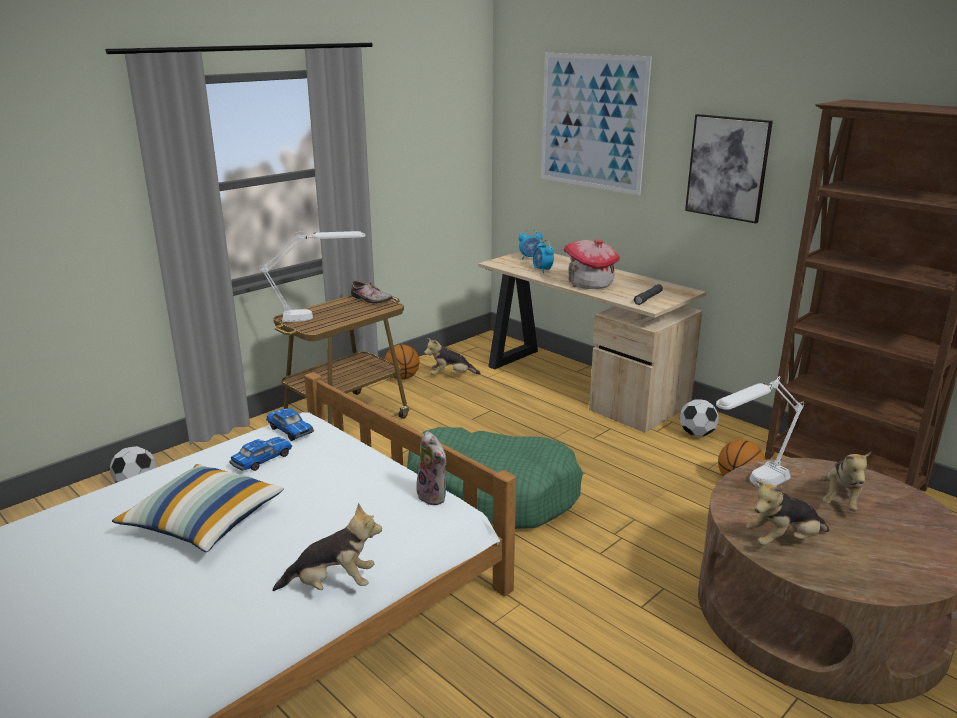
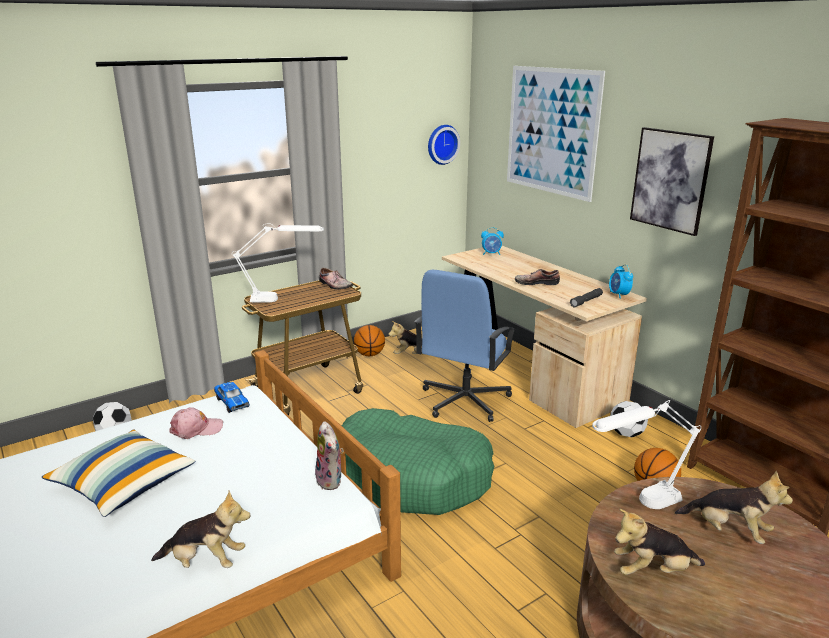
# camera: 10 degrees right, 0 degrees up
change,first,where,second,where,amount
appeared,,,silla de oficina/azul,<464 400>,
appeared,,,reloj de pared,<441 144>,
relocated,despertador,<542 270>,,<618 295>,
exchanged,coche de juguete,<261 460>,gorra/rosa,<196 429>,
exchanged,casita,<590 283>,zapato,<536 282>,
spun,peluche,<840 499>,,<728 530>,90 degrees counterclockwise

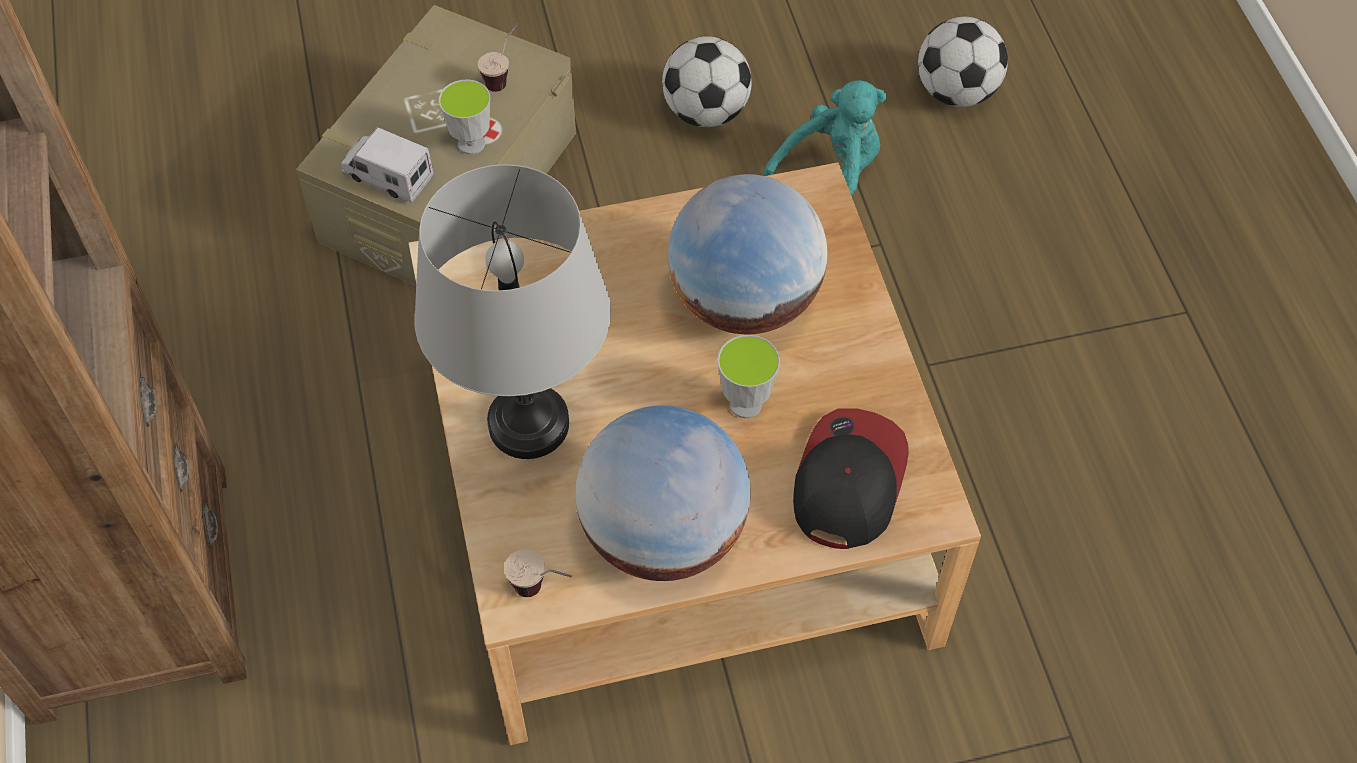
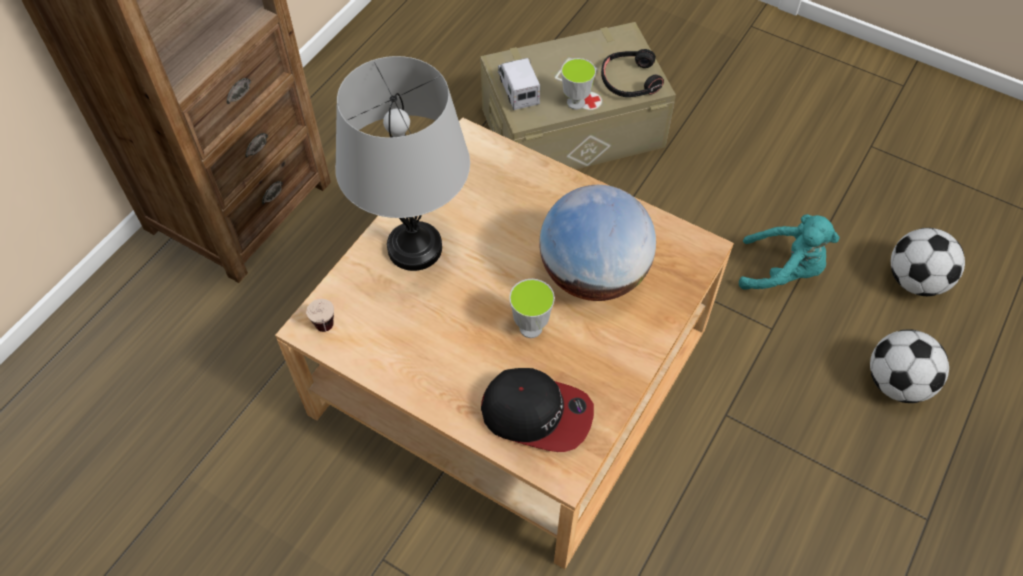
# camera: 45 degrees right, 0 degrees up
change,first,where,second,where,amount
missing,globo terráqueo,<663 534>,,,
relocated,balón de fútbol,<706 112>,,<897 383>,
exchanged,taza,<504 77>,auriculares/negro,<630 81>,
spun,gorra,<848 481>,,<537 413>,45 degrees clockwise

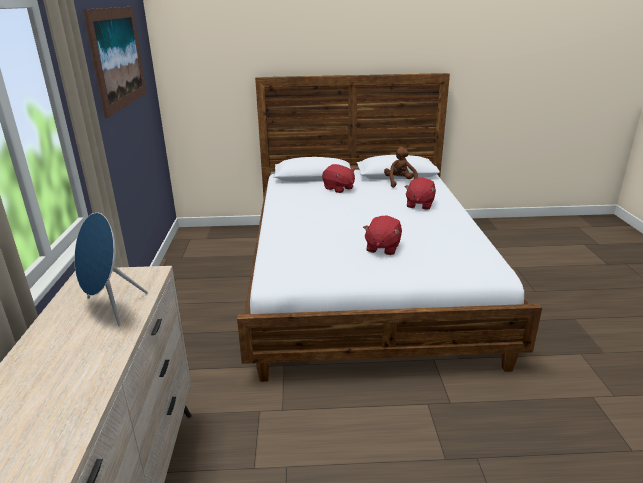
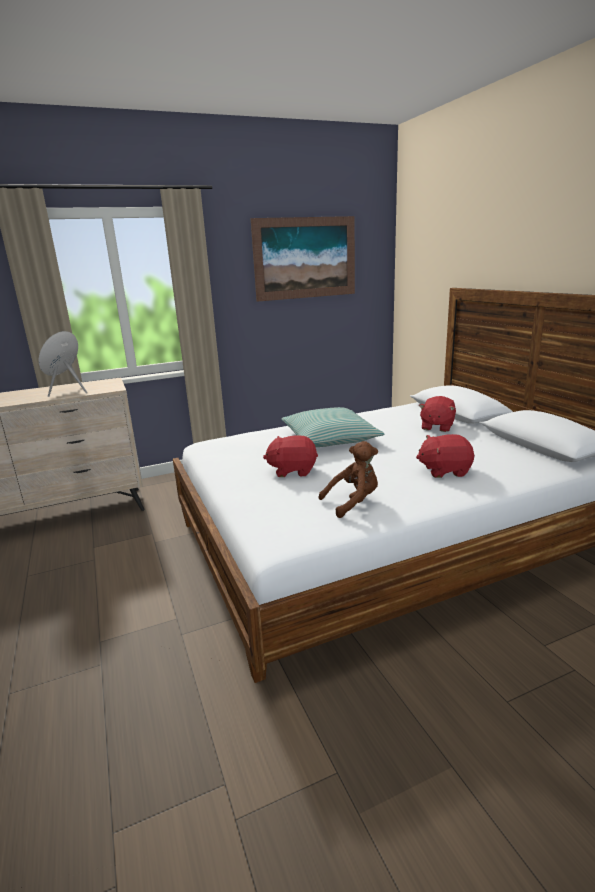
# camera: 70 degrees right, 5 degrees down
change,first,where,second,where,amount
appeared,,,cojín,<330 438>,
relocated,peluche/marrón,<400 183>,,<353 502>,

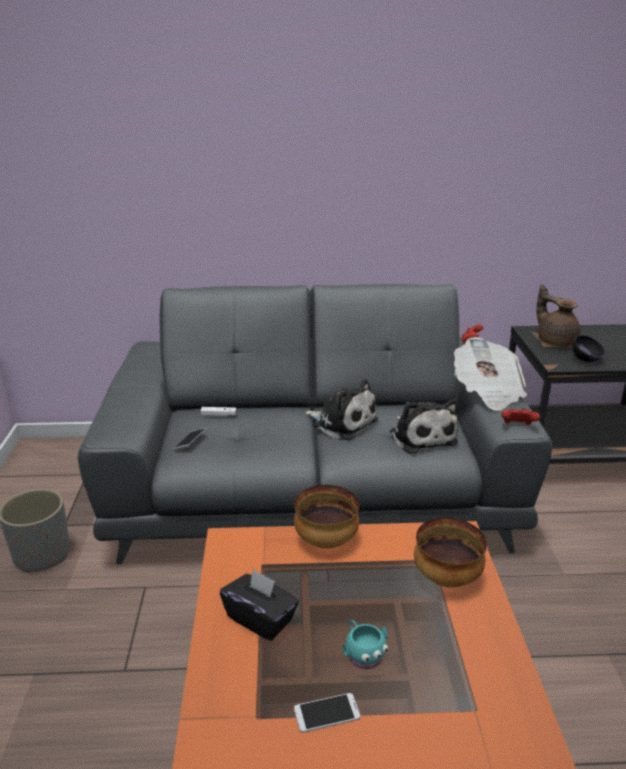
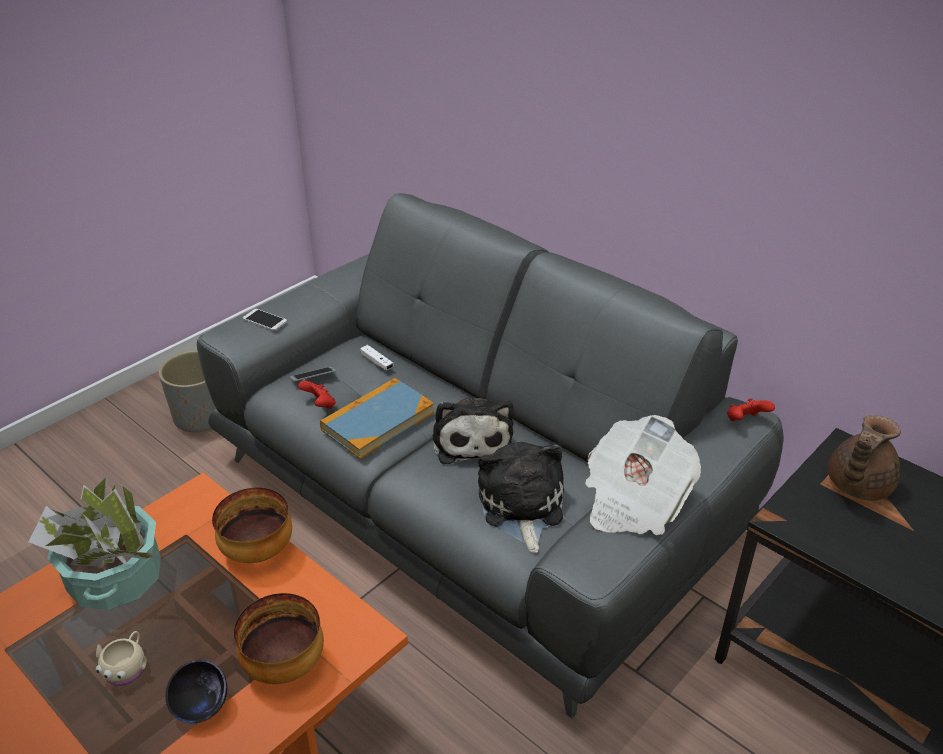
# camera: 45 degrees right, 10 degrees up
change,first,where,second,where,amount
appeared,,,libro,<378 421>,
relocated,móvil,<326 713>,,<265 320>,
relocated,mando de consola/rojo,<517 426>,,<319 405>,
relocated,cuenco/negro,<586 360>,,<201 707>,
exchanged,caja de pañuelos/negro,<260 619>,planta en maceta,<116 579>,
colour,taza grande/turquesa,<363 653>,taza grande/beis,<127 667>,
spun,peluche,<421 436>,,<521 507>,150 degrees clockwise
spun,tetera/marrón,<555 341>,,<856 485>,150 degrees counterclockwise

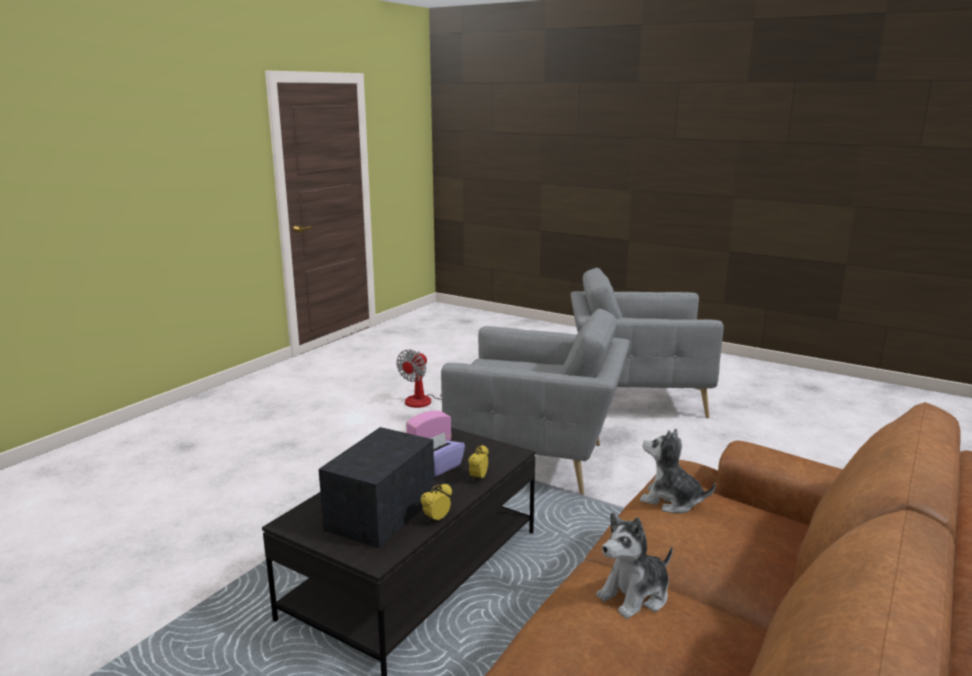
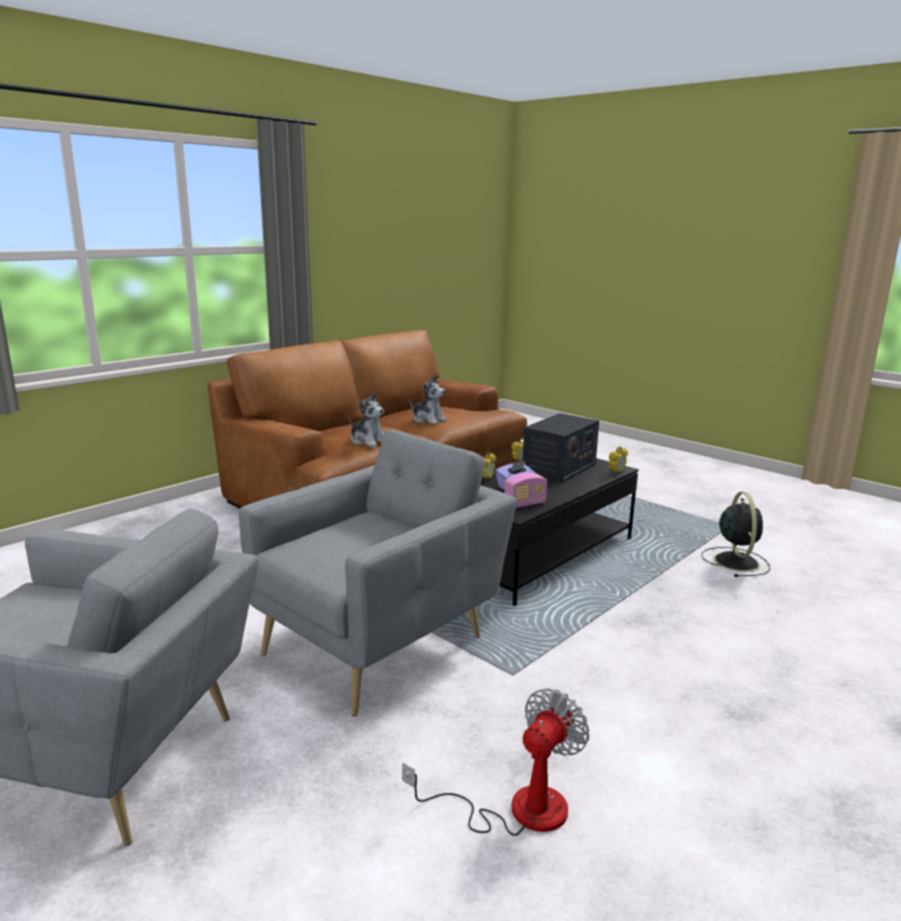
# camera: 170 degrees left, 0 degrees up
change,first,where,second,where,amount
appeared,,,despertador,<616 472>,
appeared,,,ventilador/negro,<735 561>,
spun,sillón/gris,<535 460>,,<382 642>,105 degrees clockwise
spun,peluche,<635 595>,,<428 420>,60 degrees clockwise

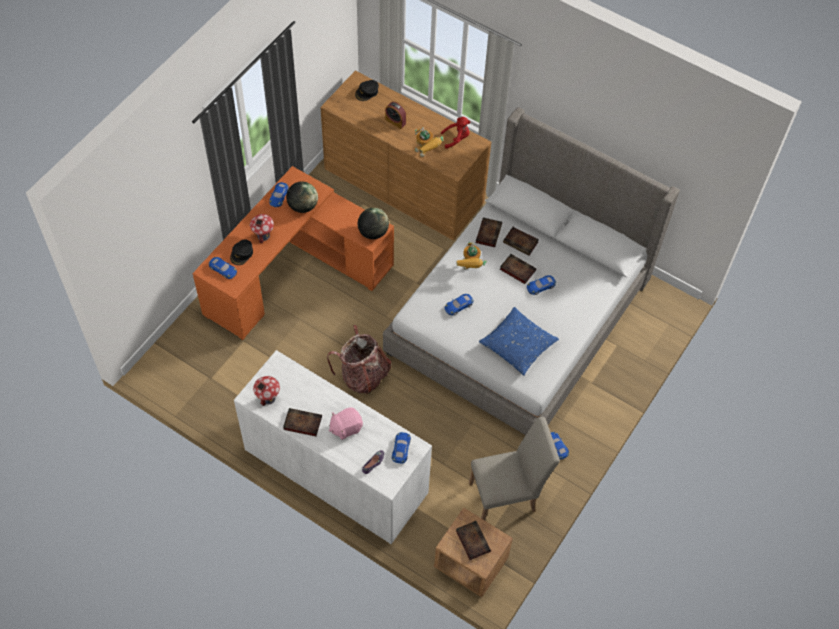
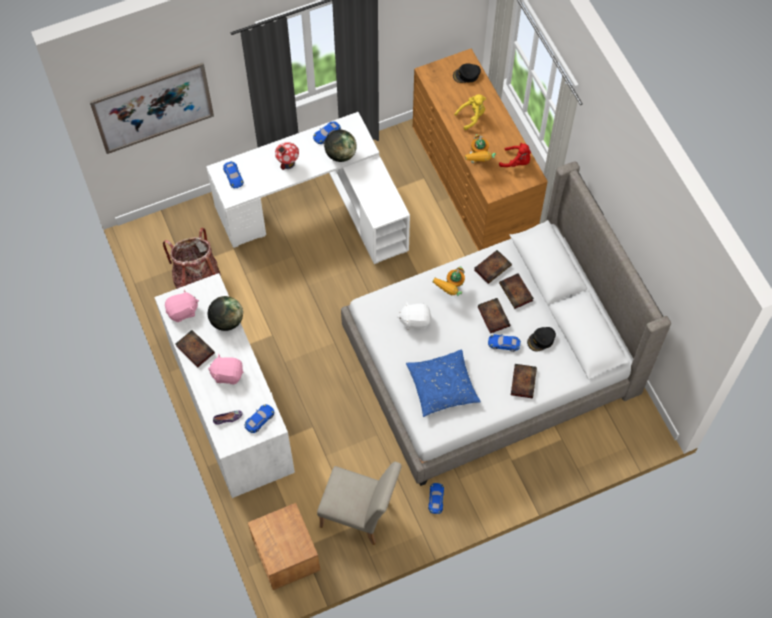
# camera: 35 degrees right, 5 degrees up
change,first,where,second,where,amount
appeared,,,cuadro,<153 108>,
relocated,gorra/negro,<242 254>,,<541 340>,
relocated,mochila,<363 375>,,<197 277>,
relocated,globo terráqueo,<373 232>,,<227 321>,
relocated,libro,<472 540>,,<523 381>,
exchanged,casita,<268 398>,peluche/rosa,<182 311>,
exchanged,despertador,<395 121>,peluche/amarillo,<472 116>,
exchanged,coche de juguete/azul,<458 306>,peluche/blanco,<415 320>,
colour,escritorio/naranja,<293 271>,escritorio/blanco,<318 209>,

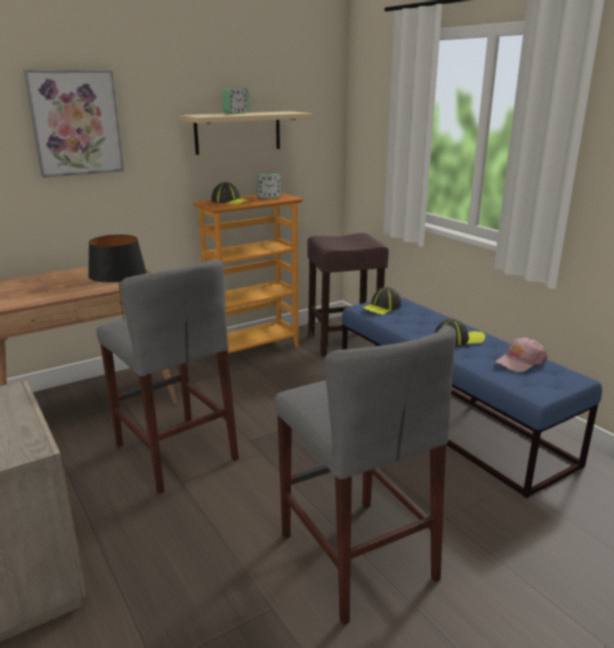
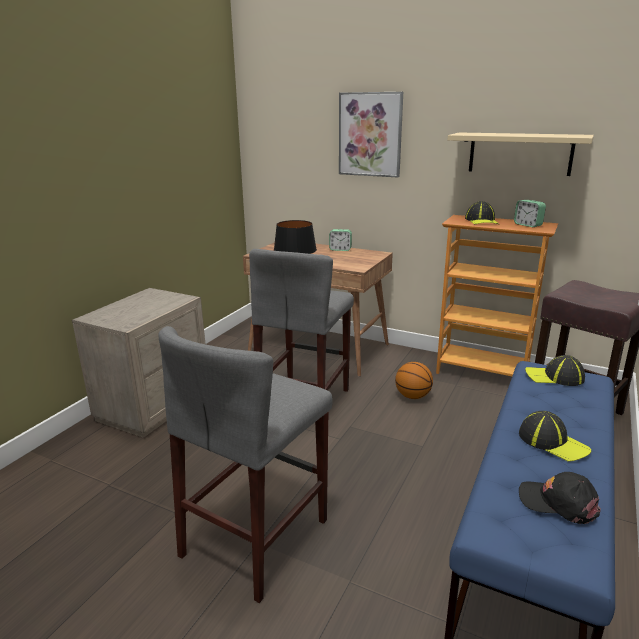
# camera: 60 degrees right, 0 degrees up
change,first,where,second,where,amount
appeared,,,balón de baloncesto,<412 396>,
relocated,despertador,<236 113>,,<340 249>,
colour,gorra/rosa,<520 362>,gorra/negro,<558 503>,

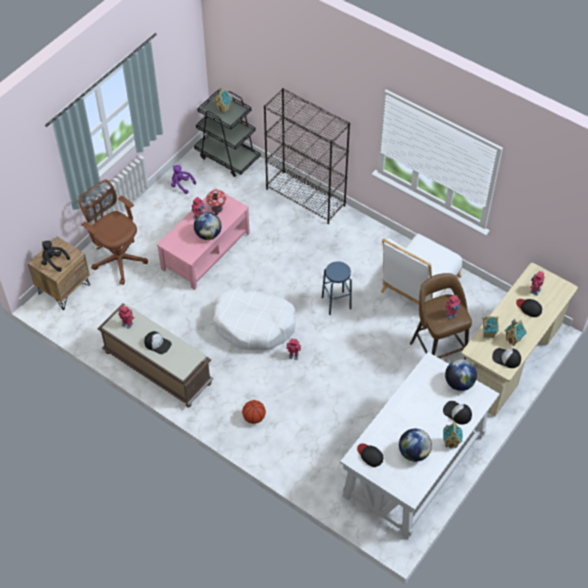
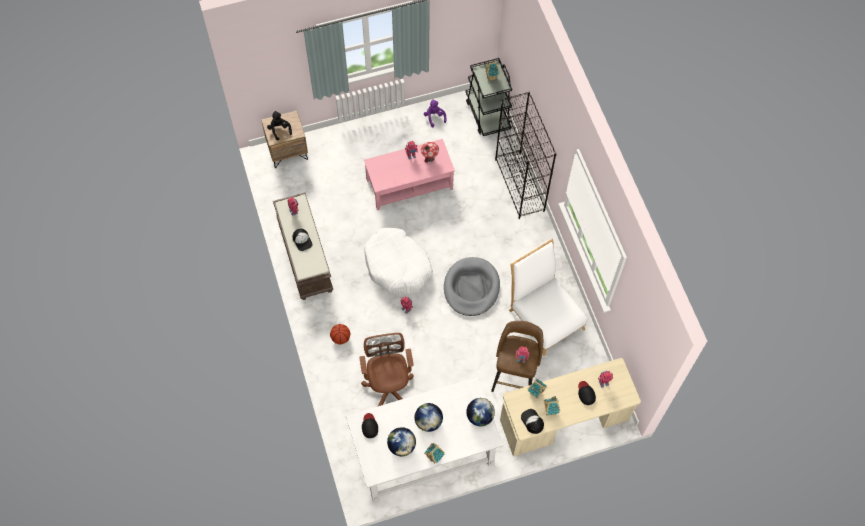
# camera: 35 degrees right, 10 degrees up
change,first,where,second,where,amount
missing,gorra,<457 413>,,,
relocated,silla de oficina/marrón,<118 258>,,<388 387>,
relocated,globo terráqueo,<208 234>,,<428 421>,
exchanged,taburete/azul,<336 303>,cama para perro/gris,<471 288>,
spun,silla/blanco,<418 287>,,<543 315>,75 degrees clockwise

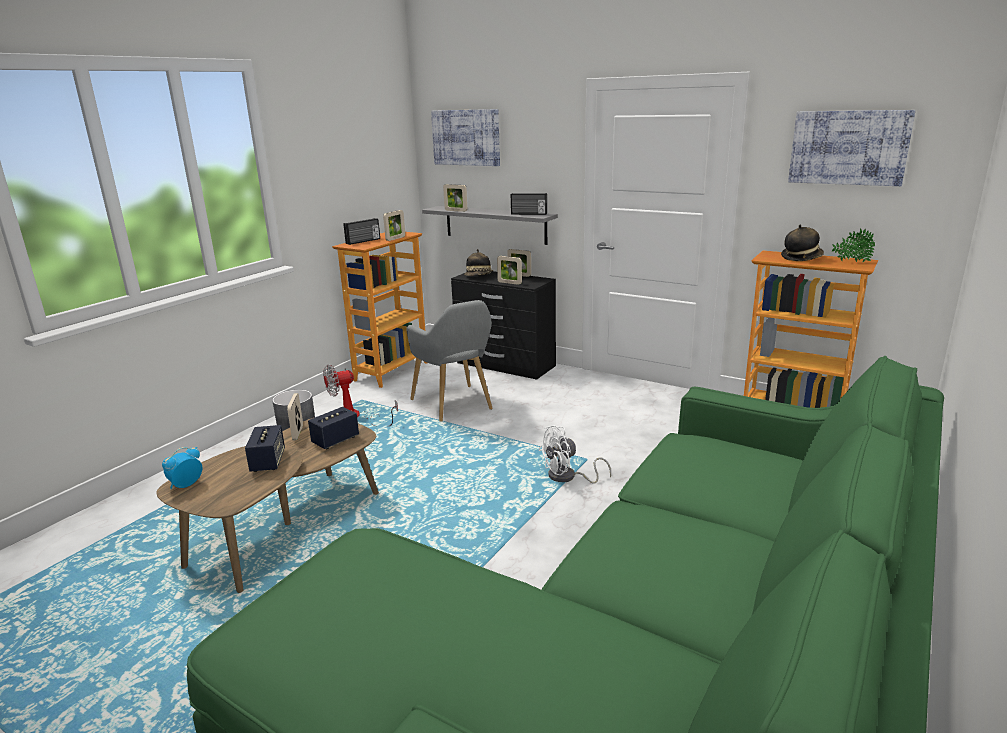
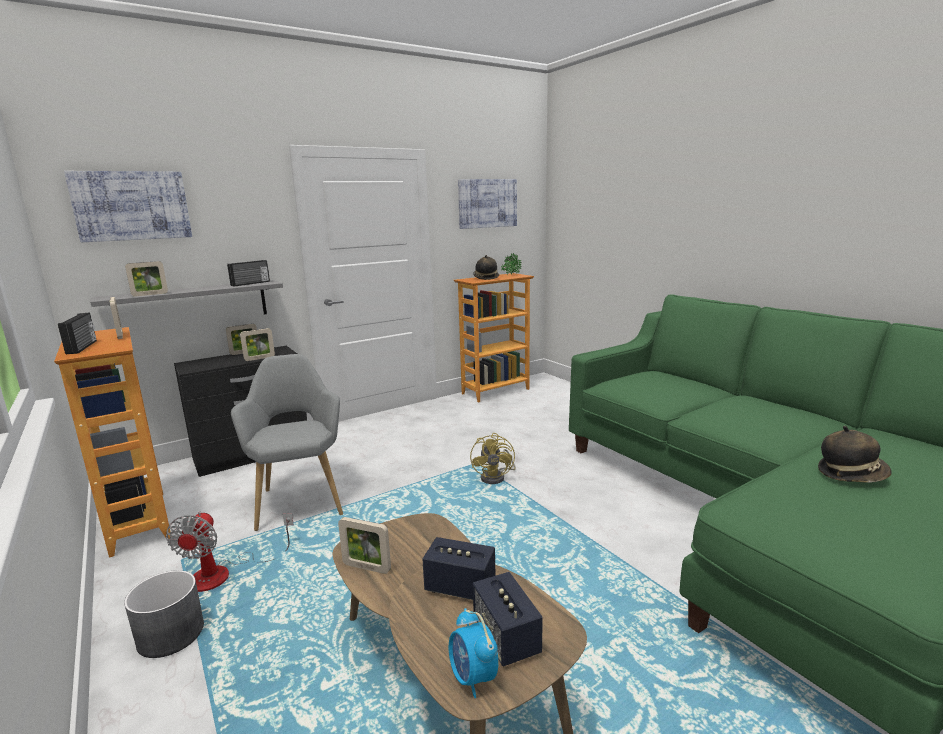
# camera: 65 degrees left, 5 degrees down
change,first,where,second,where,amount
relocated,altavoz,<335 440>,,<506 637>,
relocated,sombrero,<479 277>,,<851 474>,
colour,ventilador/blanco,<567 477>,ventilador/amarillo,<496 477>,
spun,sillón/gris,<455 406>,,<299 499>,105 degrees counterclockwise

